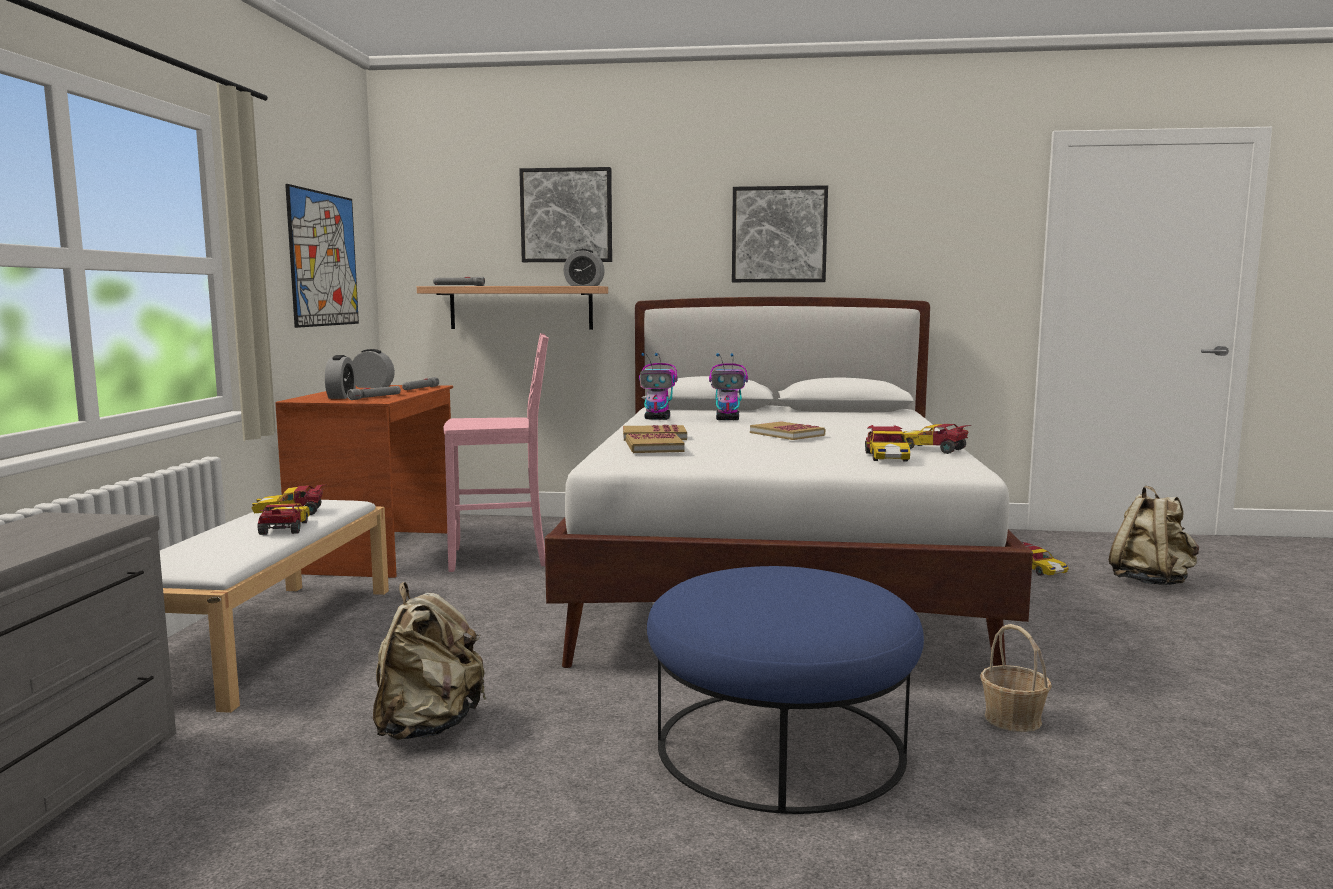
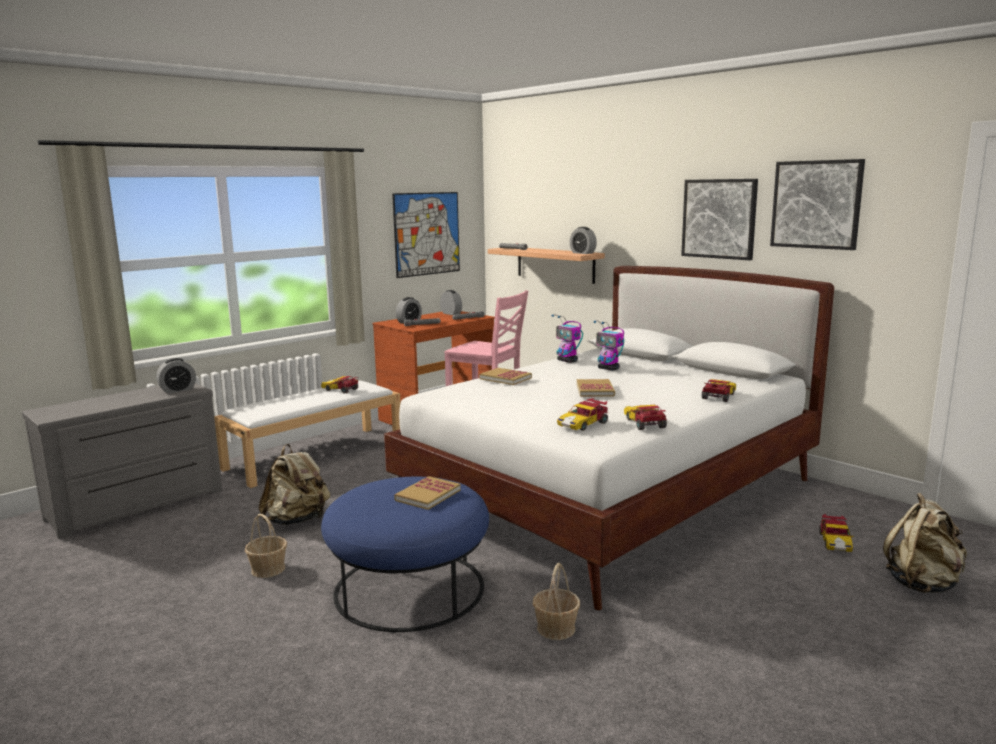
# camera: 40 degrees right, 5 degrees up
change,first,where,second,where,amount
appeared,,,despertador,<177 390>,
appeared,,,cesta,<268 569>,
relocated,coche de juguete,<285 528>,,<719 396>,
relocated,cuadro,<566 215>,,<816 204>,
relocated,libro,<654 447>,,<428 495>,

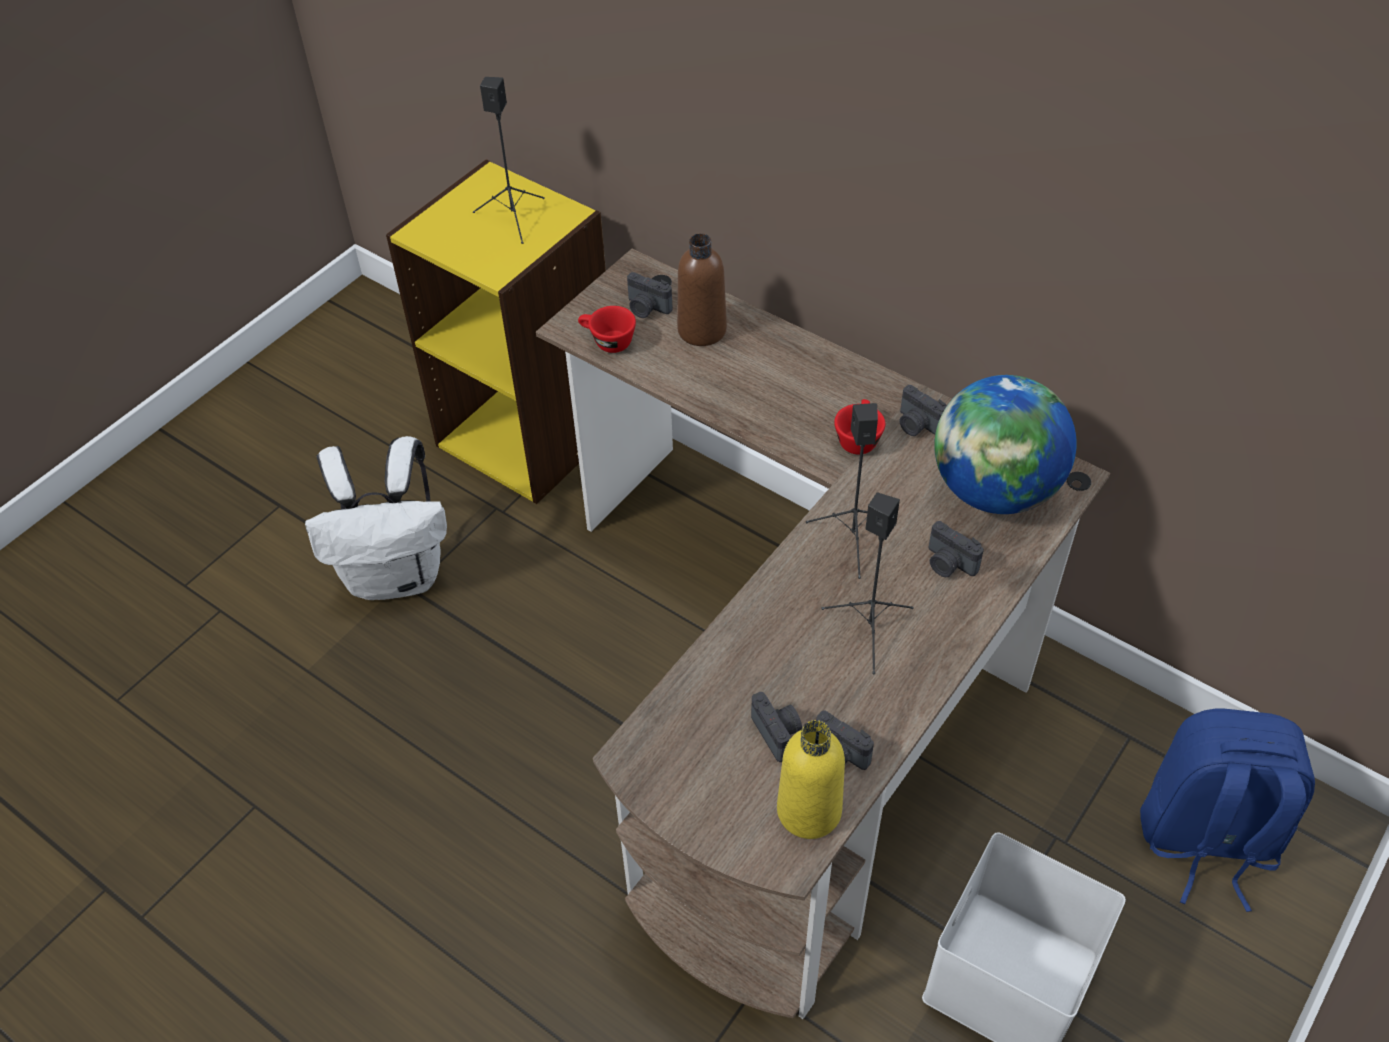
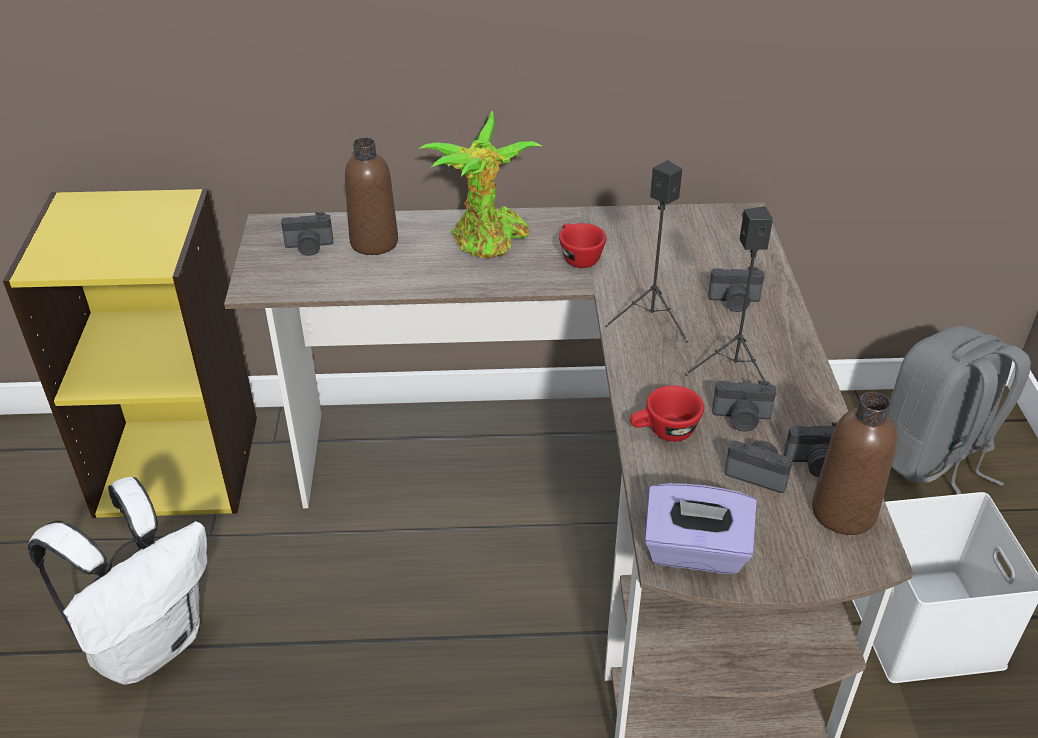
# camera: 40 degrees left, 10 degrees down
change,first,where,second,where,amount
missing,altavoz/negro,<513 217>,,,
missing,globo terráqueo,<994 490>,,,
appeared,,,planta en maceta,<487 242>,
appeared,,,caja de pañuelos/morado,<695 552>,
relocated,taza/rojo,<607 342>,,<664 432>,
relocated,cámara,<917 425>,,<741 419>,
colour,botella/amarillo,<809 811>,botella/marrón,<843 512>,
colour,mochila/azul,<1205 839>,mochila/gris,<933 459>,

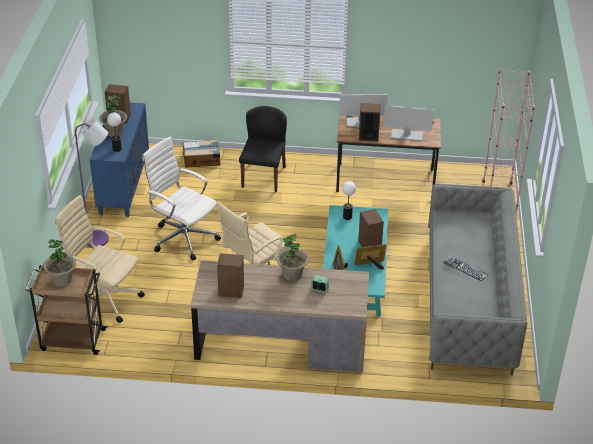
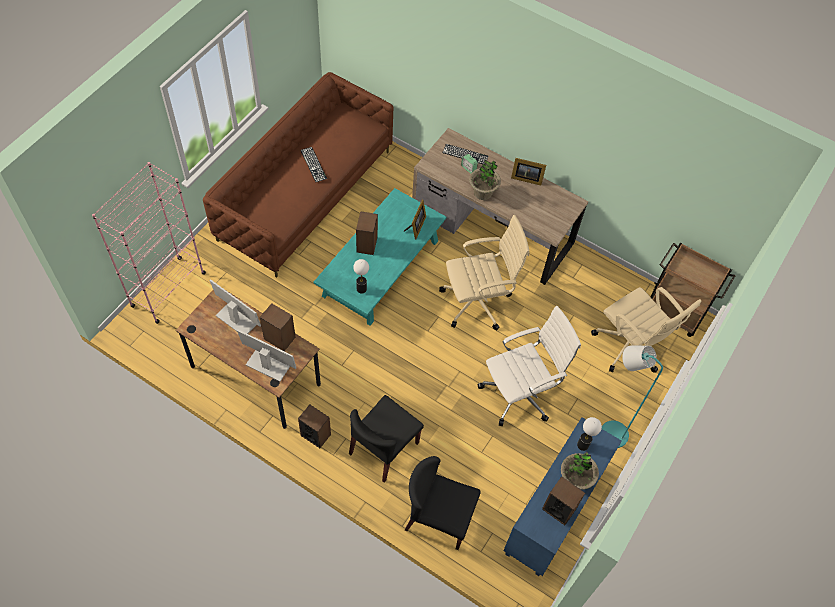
# camera: 155 degrees left, 20 degrees up
change,first,where,second,where,amount
missing,planta en maceta,<62 280>,,,
appeared,,,teclado,<465 154>,
relocated,altavoz,<231 291>,,<316 434>,
relocated,portarretratos,<371 265>,,<525 178>,
exchanged,caja de cartón,<202 159>,silla/negro,<438 518>,
colour,lámpara de pie/morado,<101 240>,lámpara de pie/turquesa,<608 431>,
colour,sofá/gris,<469 302>,sofá/marrón,<305 194>,
spun,silla de oficina/blanco,<183 237>,,<520 393>,90 degrees counterclockwise

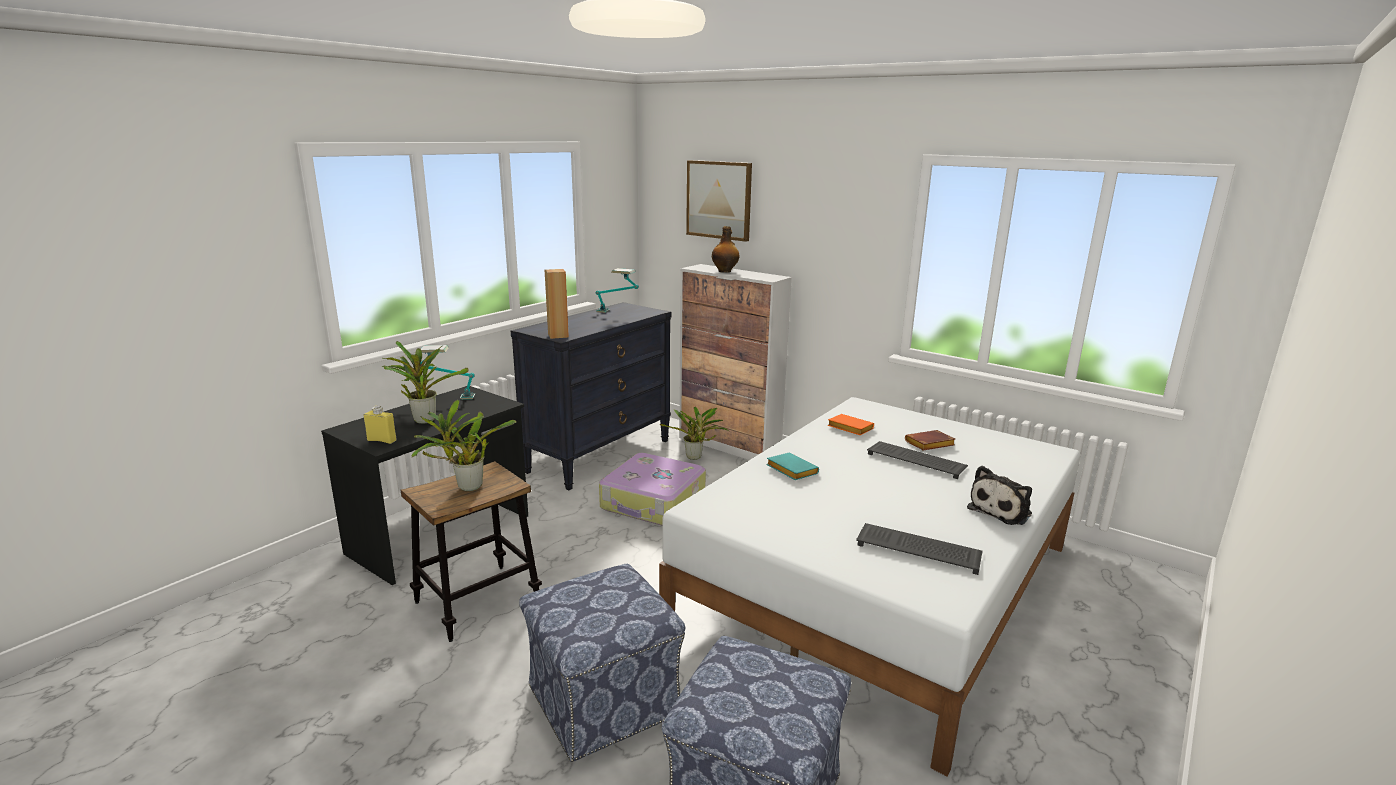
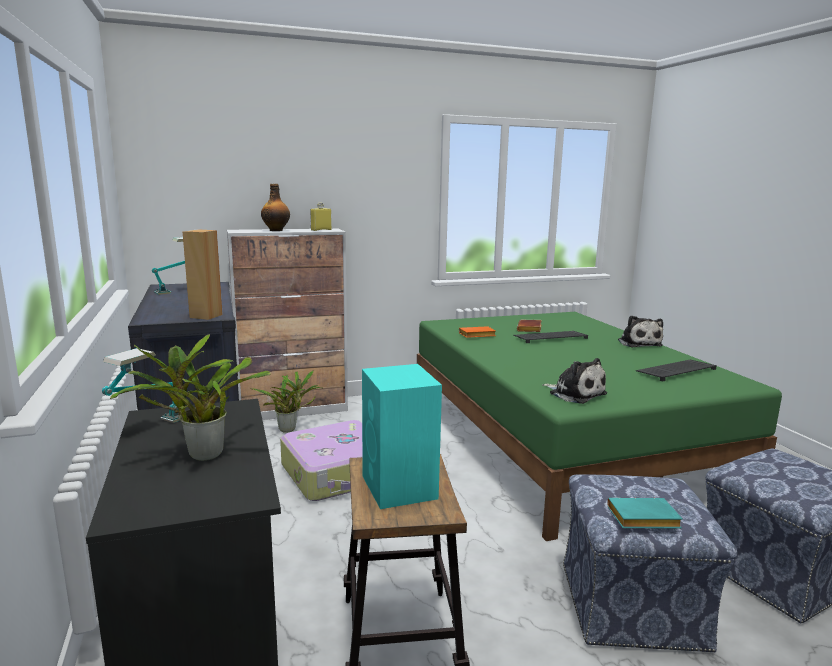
# camera: 55 degrees left, 5 degrees down
change,first,where,second,where,amount
missing,cuadro,<719 200>,,,
appeared,,,peluche,<575 393>,
relocated,botella/amarillo,<382 440>,,<321 230>,
relocated,libro/turquesa,<790 470>,,<641 520>,
exchanged,planta en maceta,<466 488>,altavoz/turquesa,<399 488>,
colour,cama/blanco,<881 586>,cama/verde,<561 439>,

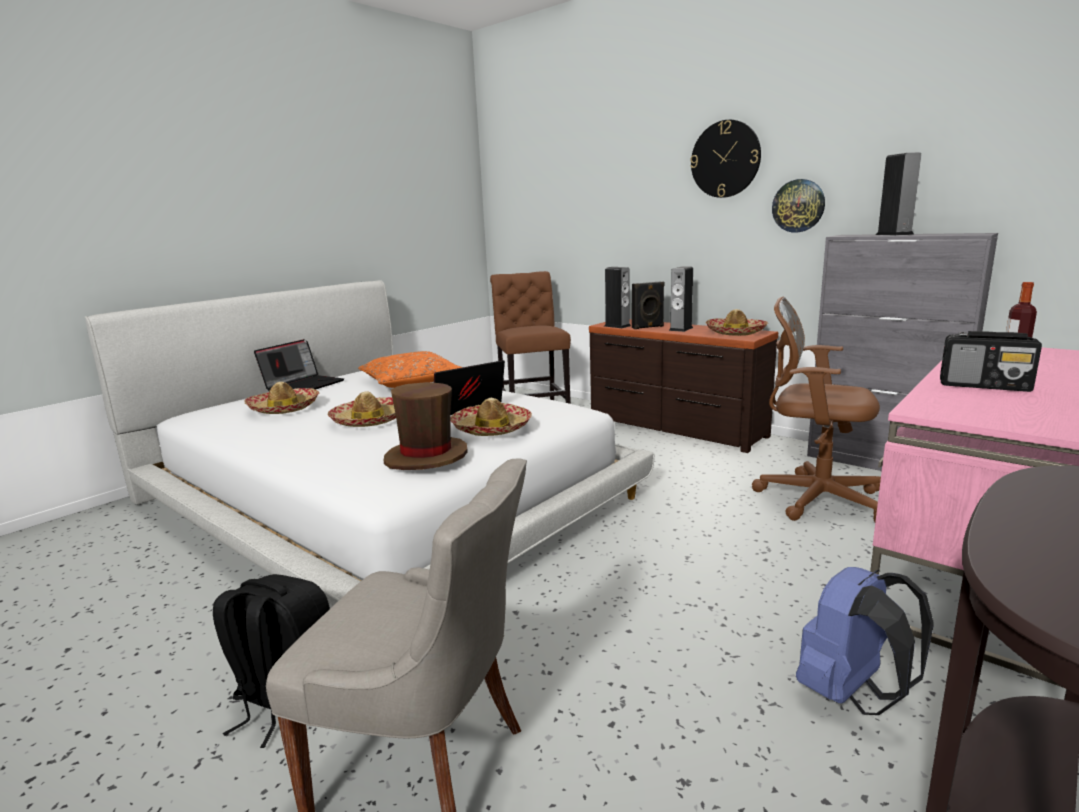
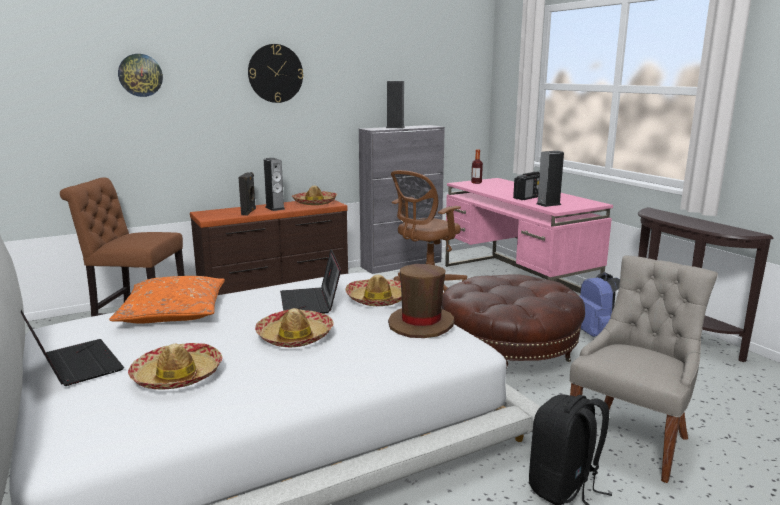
# camera: 70 degrees left, 0 degrees up
change,first,where,second,where,amount
appeared,,,puf/marrón,<508 355>,
relocated,altavoz,<617 326>,,<548 204>,
relocated,reloj de pared,<798 206>,,<140 75>,

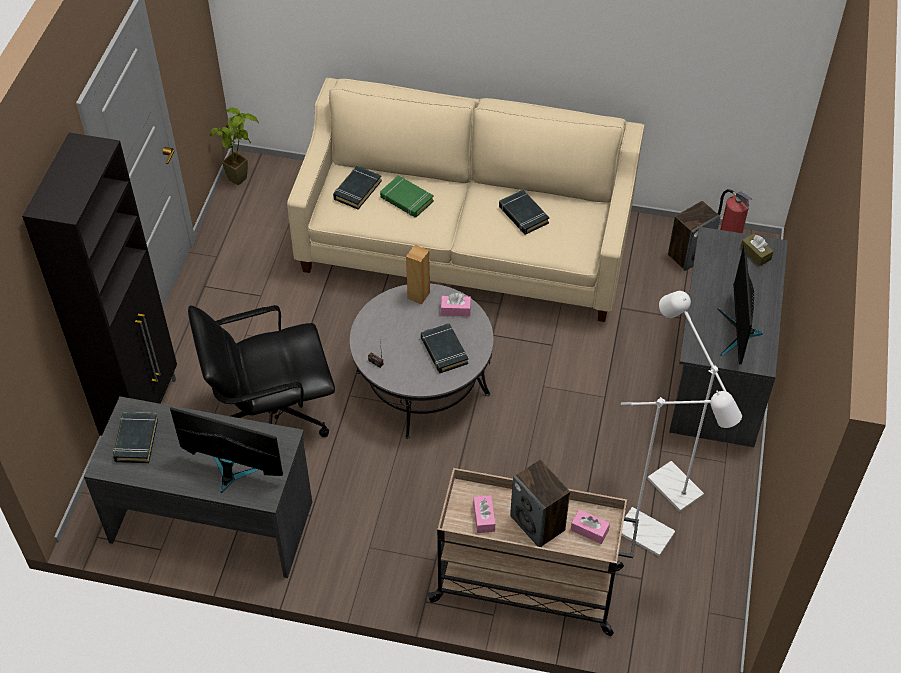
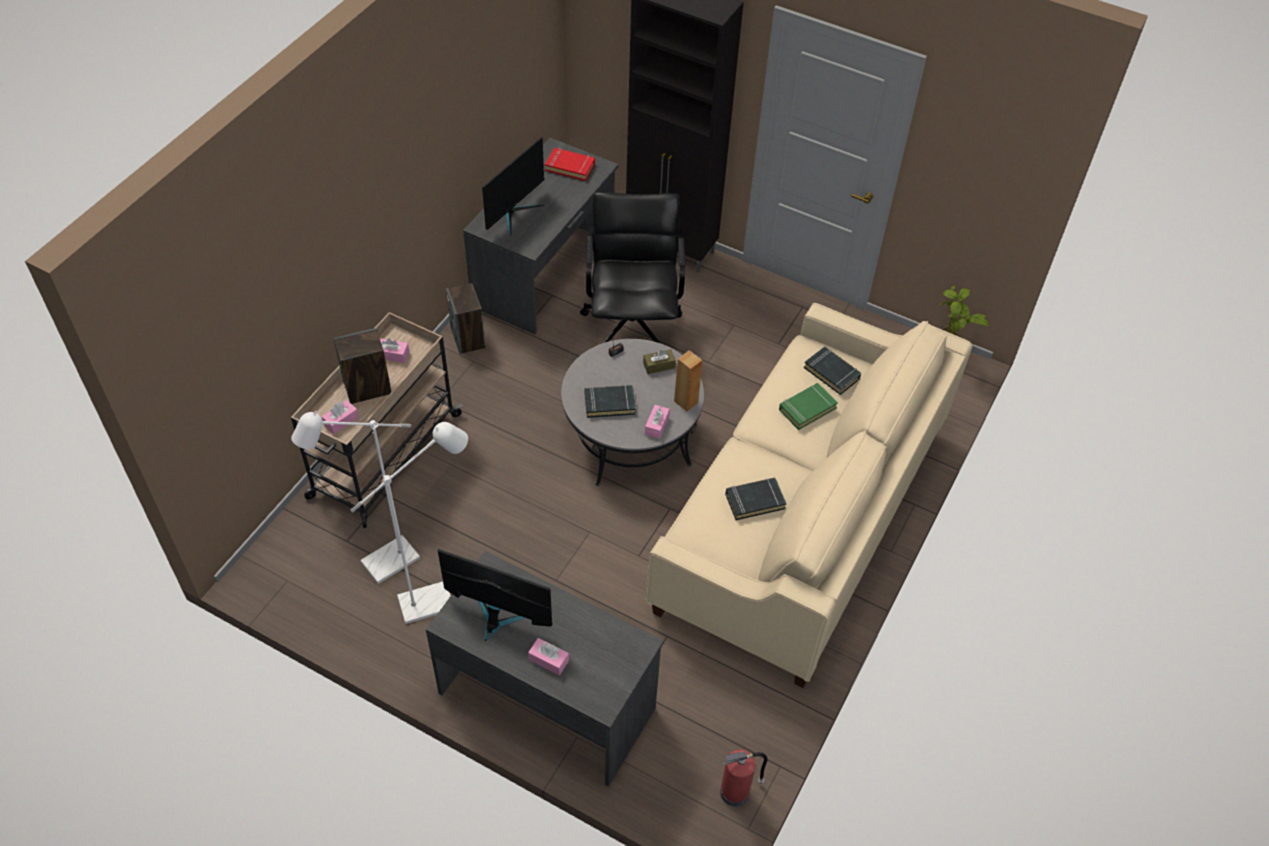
# camera: 105 degrees right, 0 degrees up
change,first,where,second,where,amount
appeared,,,caja de pañuelos/rosa,<549 660>,
relocated,altavoz,<689 255>,,<468 338>,
relocated,caja de pañuelos/marrón,<755 254>,,<659 365>,
colour,libro/negro,<136 440>,libro/rojo,<570 167>,

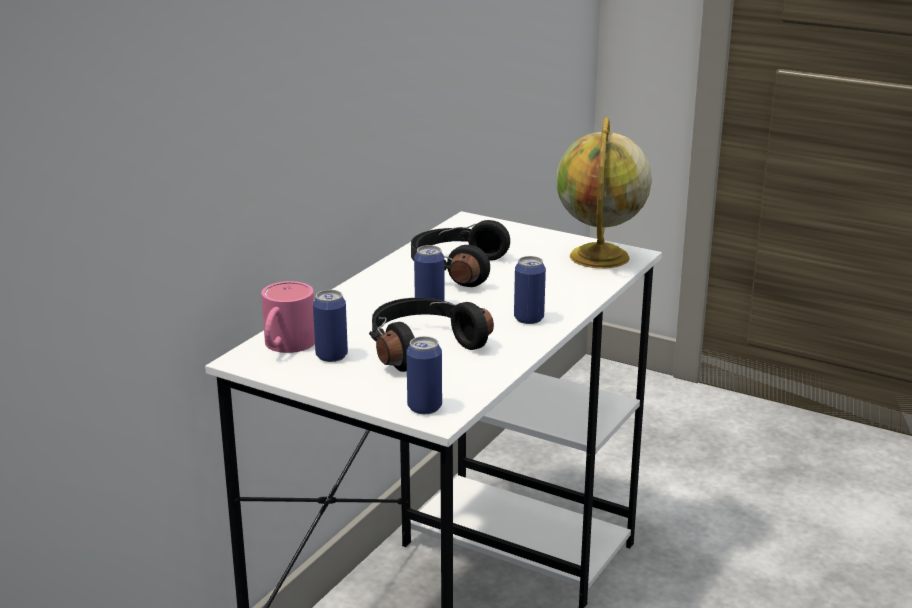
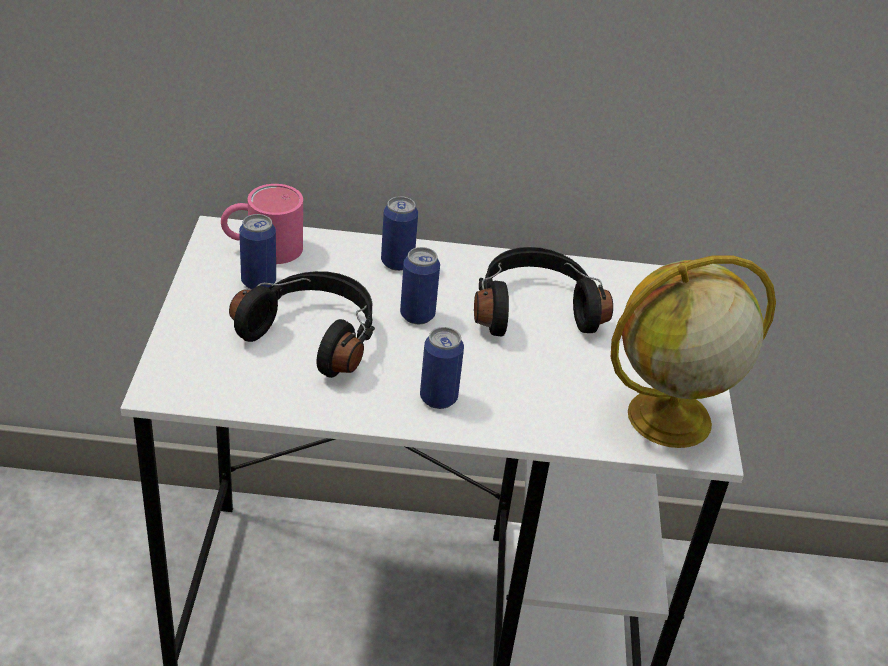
# camera: 60 degrees right, 15 degrees up
change,first,where,second,where,amount
relocated,lata,<424 407>,,<397 262>,

